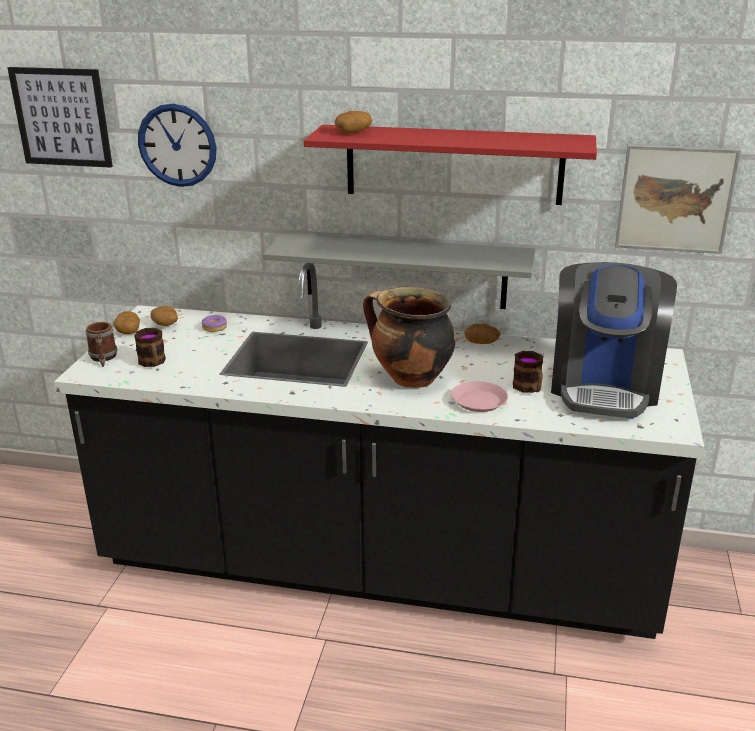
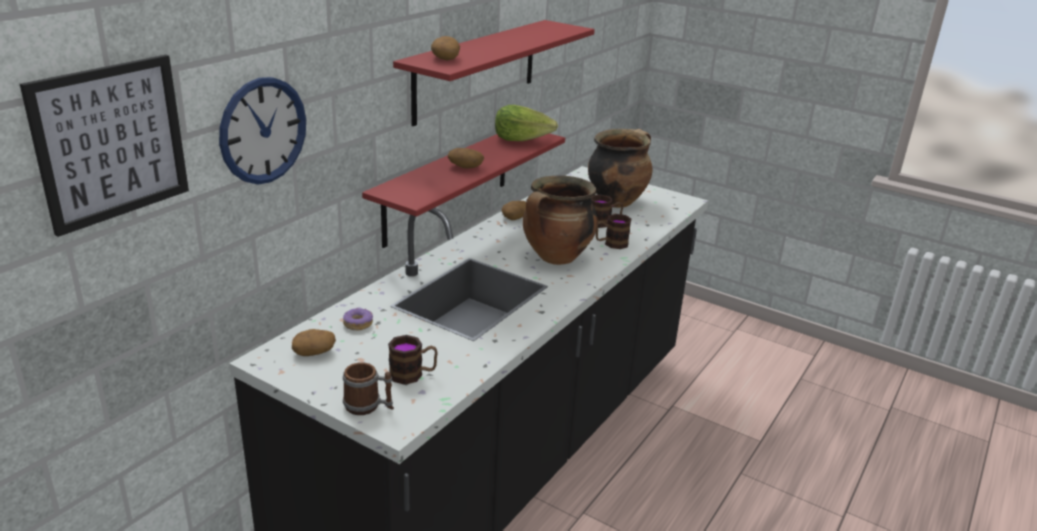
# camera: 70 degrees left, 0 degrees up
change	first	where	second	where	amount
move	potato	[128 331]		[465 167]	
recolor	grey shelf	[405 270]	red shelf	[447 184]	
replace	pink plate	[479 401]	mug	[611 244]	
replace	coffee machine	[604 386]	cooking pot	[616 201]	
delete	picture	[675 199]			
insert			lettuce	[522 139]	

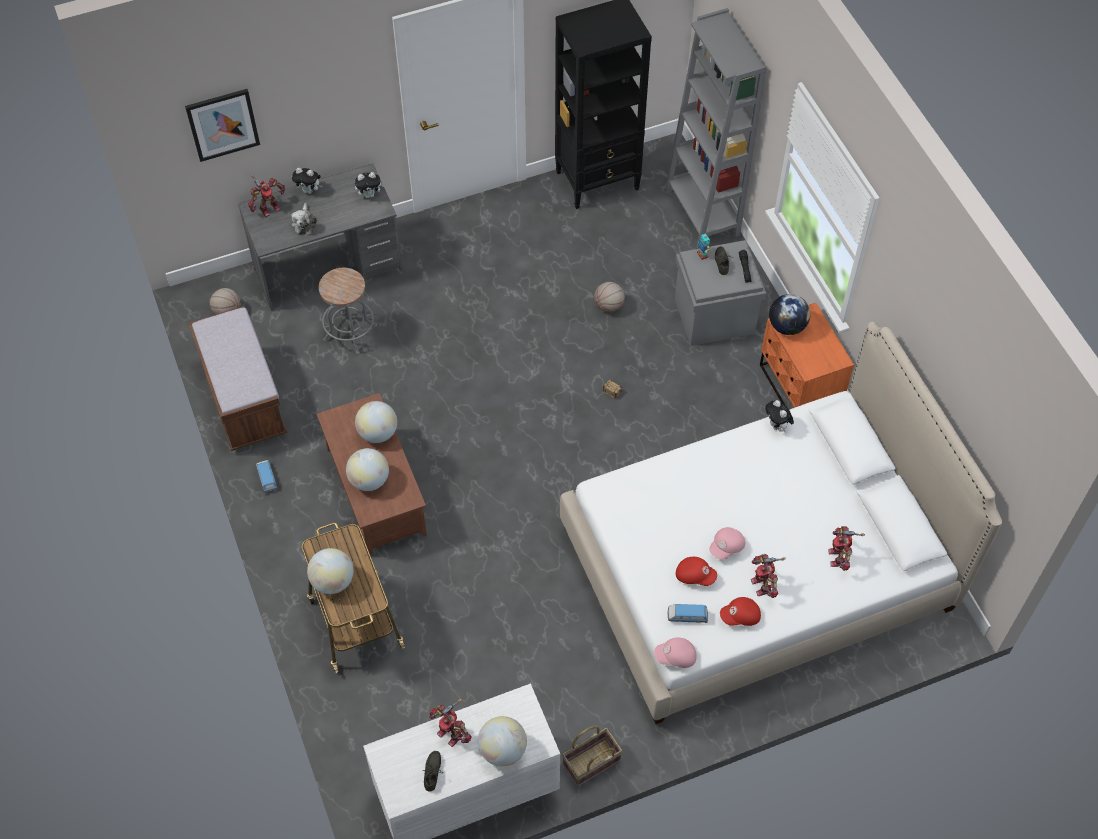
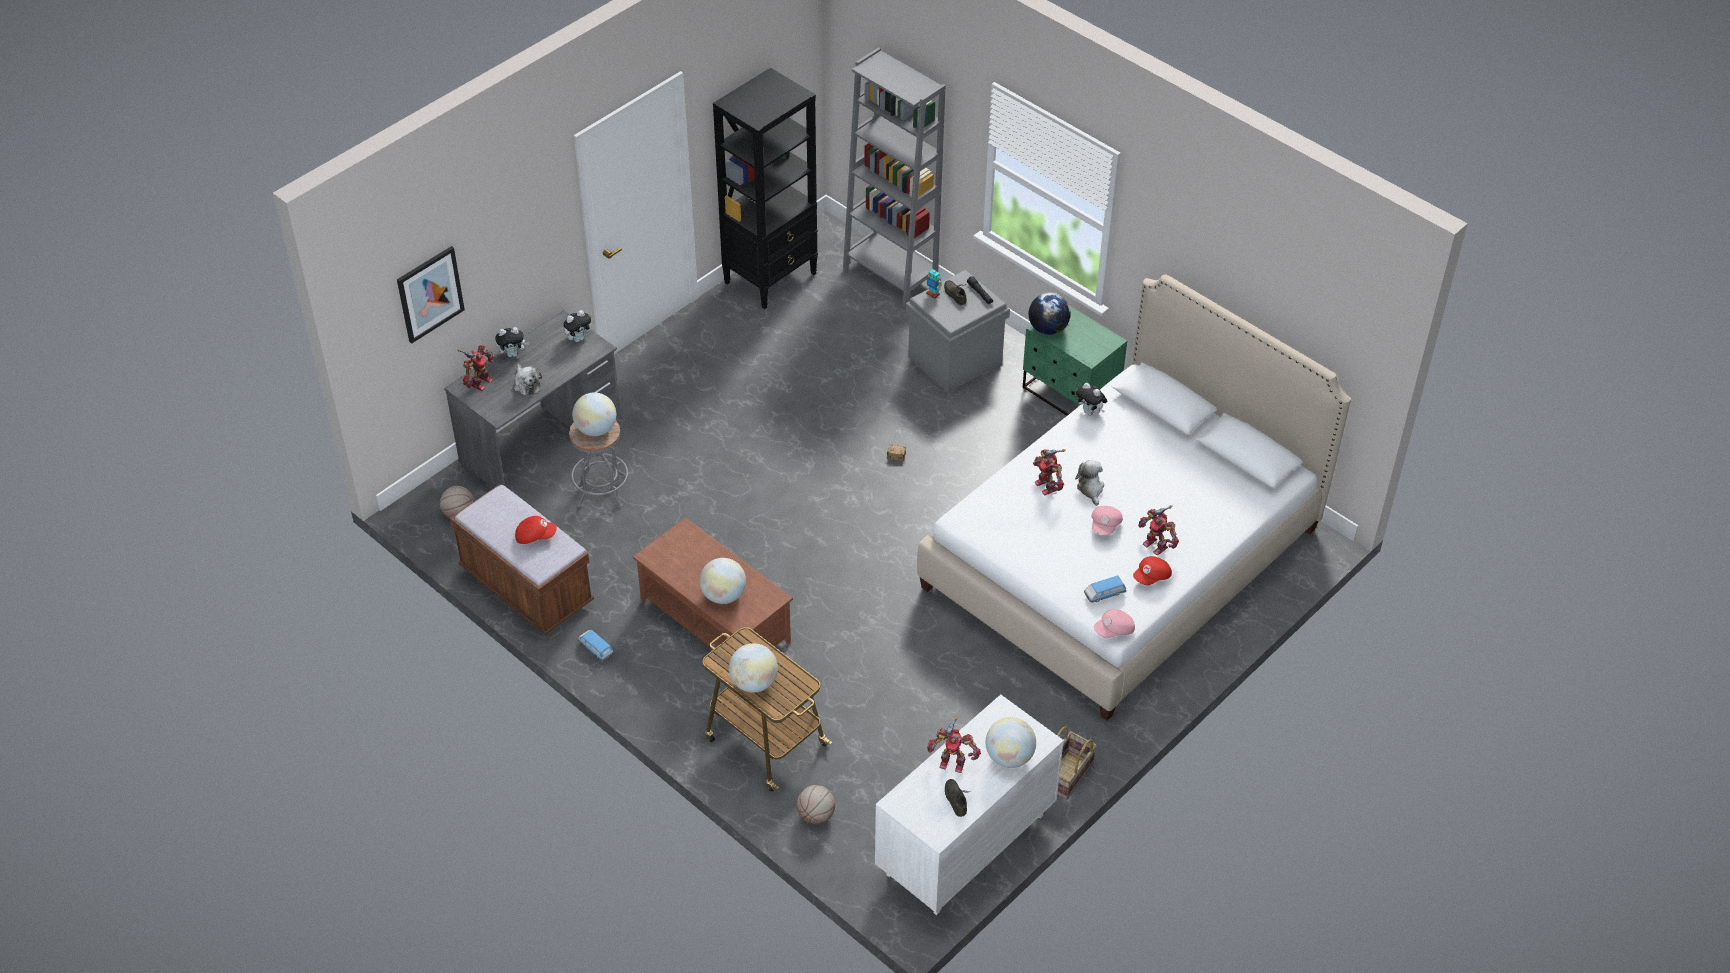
# camera: 25 degrees left, 10 degrees down
change	first	where	second	where	amount
move	globe	[378 433]		[596 429]	
move	basketball	[609 306]		[816 815]	
move	red cap	[695 575]		[535 536]	
recolor	orange nightstand	[798 388]	green nightstand	[1070 395]	
move	toy robot	[839 557]		[1047 485]	
insert			plush toy	[1090 489]	

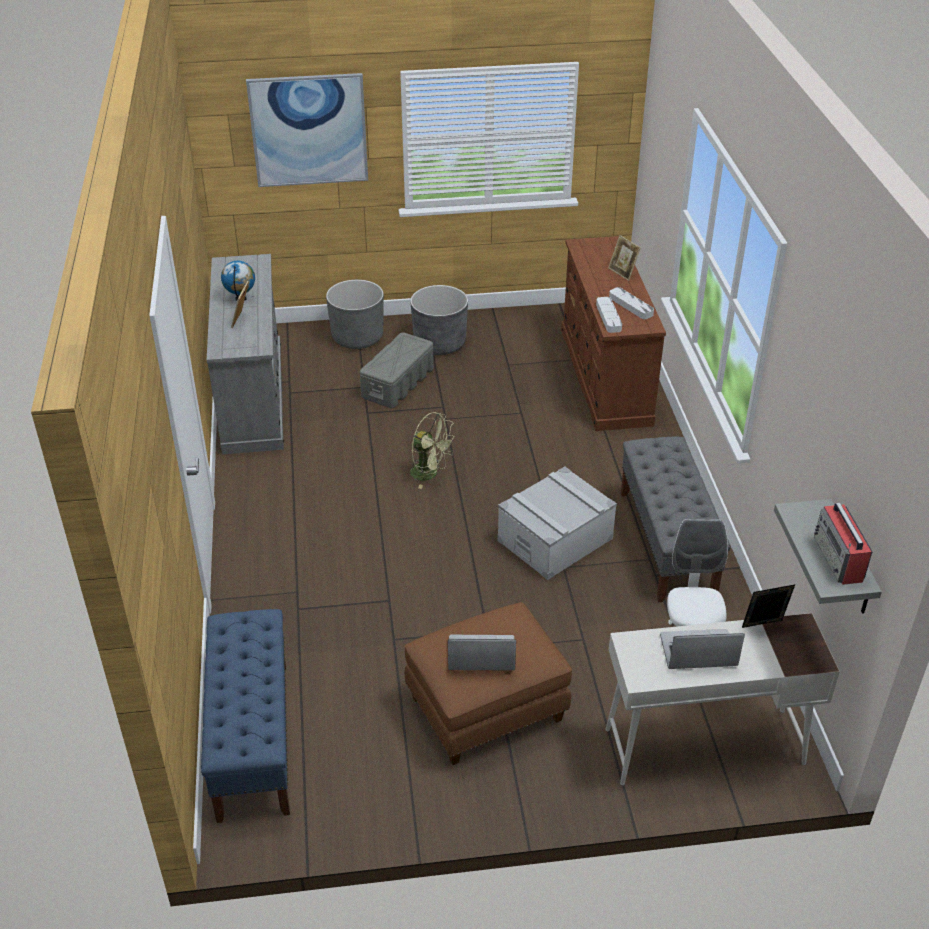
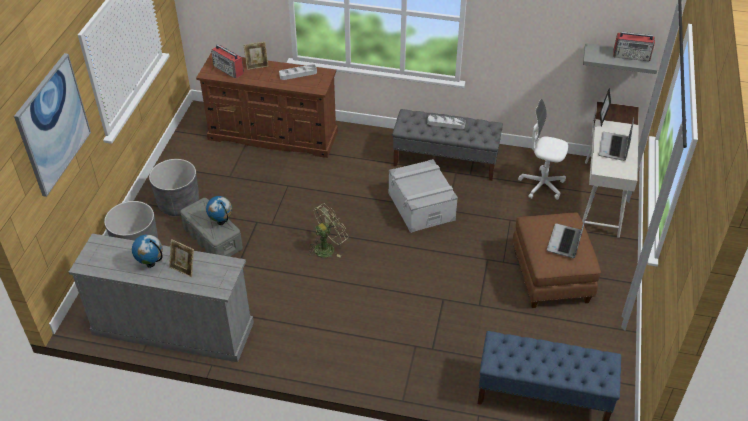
# camera: 70 degrees left, 5 degrees up
change	first	where	second	where	amount
move	grey tray	[608 317]		[446 124]	
insert			globe	[221 222]	
insert			radio	[229 70]	

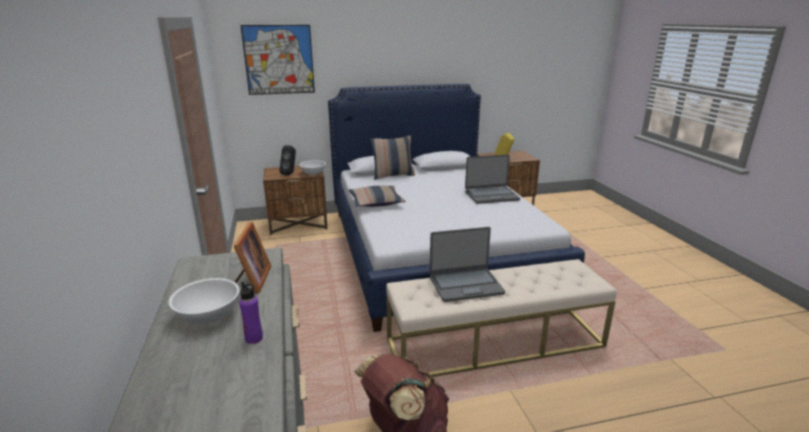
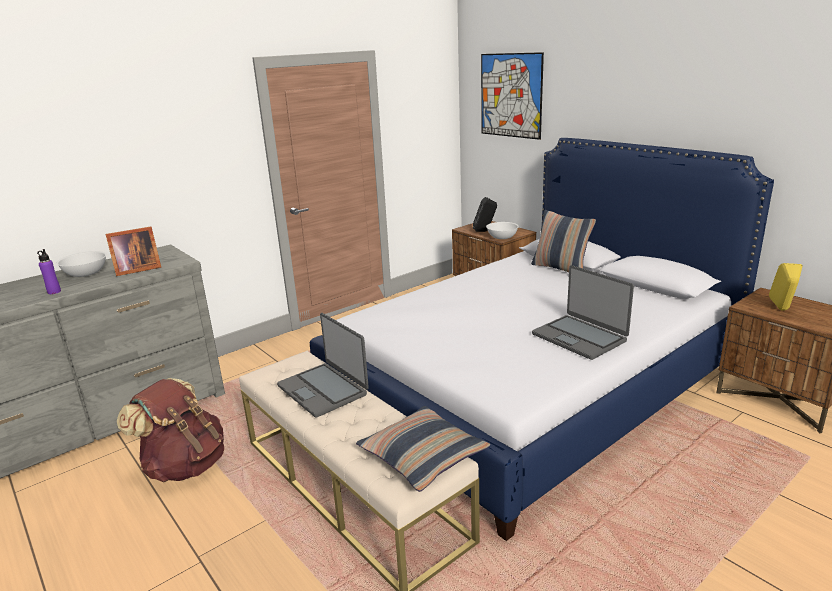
# camera: 65 degrees right, 0 degrees up
change	first	where	second	where	amount
move	pillow	[376 202]		[423 456]	

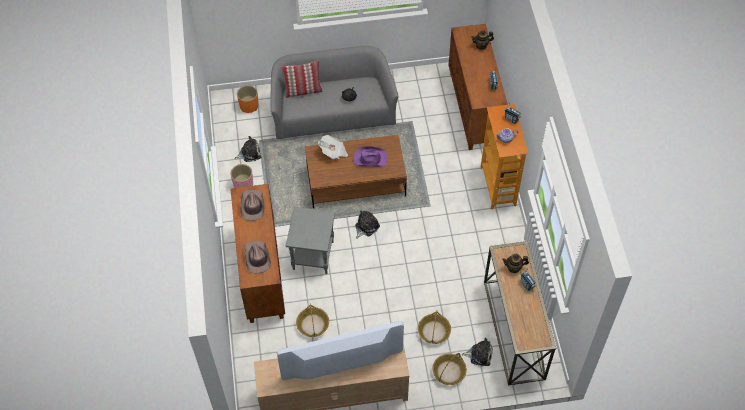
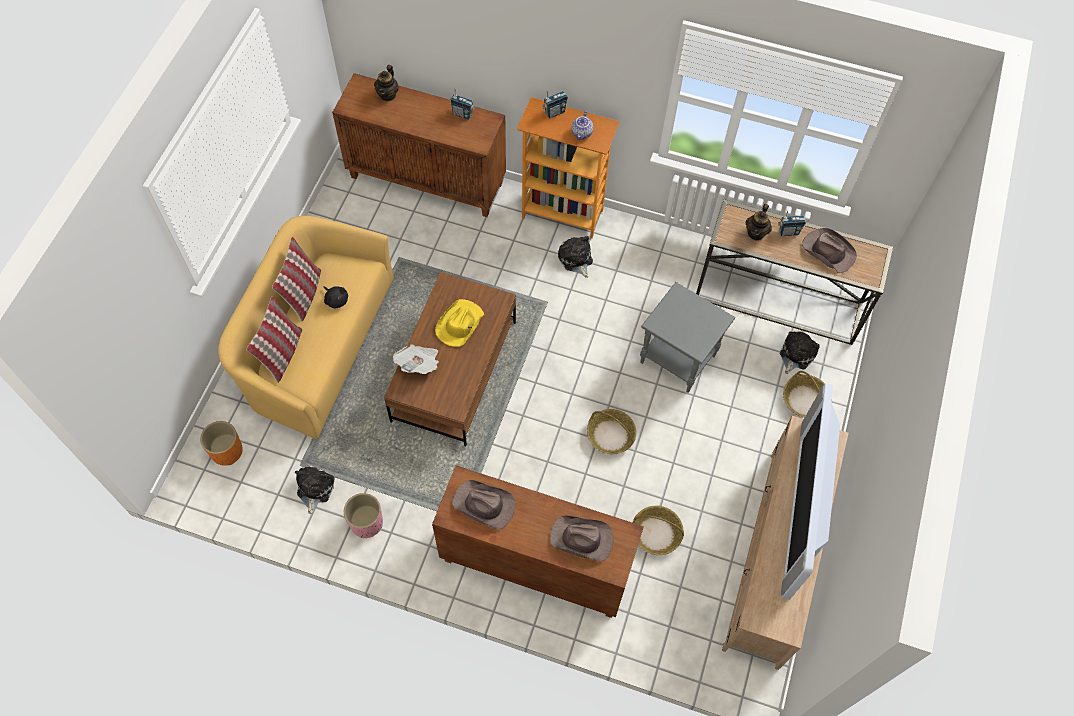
# camera: 65 degrees left, 5 degrees up
change	first	where	second	where	amount
recolor	grey sofa	[333 111]	yellow sofa	[316 345]	
move	grey side table	[314 256]		[679 359]	
recolor	purple hat	[370 158]	yellow hat	[459 324]	
move	plush toy	[366 227]		[575 259]	
move	basket	[434 332]		[611 435]	
insert			pillow	[304 294]	
insert			brown hat	[828 251]	

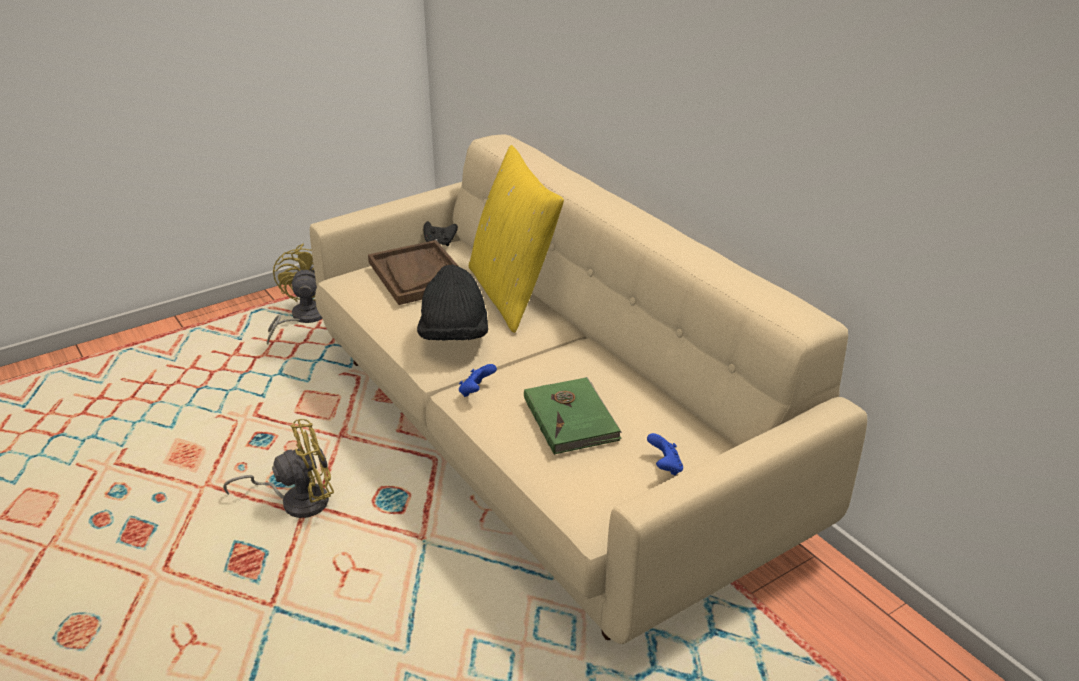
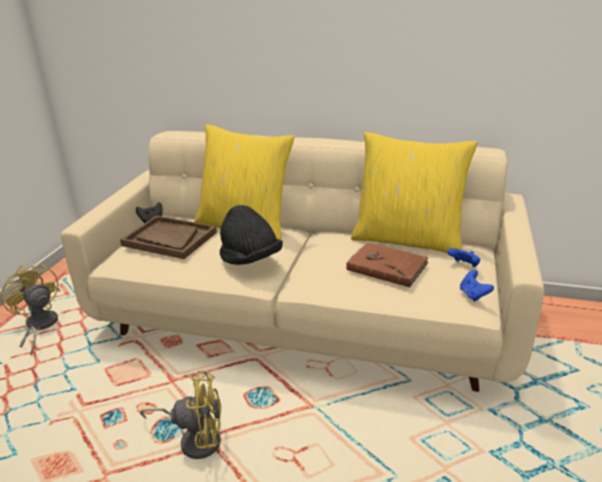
# camera: 40 degrees left, 5 degrees down
change	first	where	second	where	amount
rotate	yellow fan	[297 501]		[195 439]	60 degrees clockwise
move	blue game controller	[476 391]		[473 295]	
recolor	green book	[572 418]	brown book	[386 266]	
insert			yellow pillow	[408 239]	

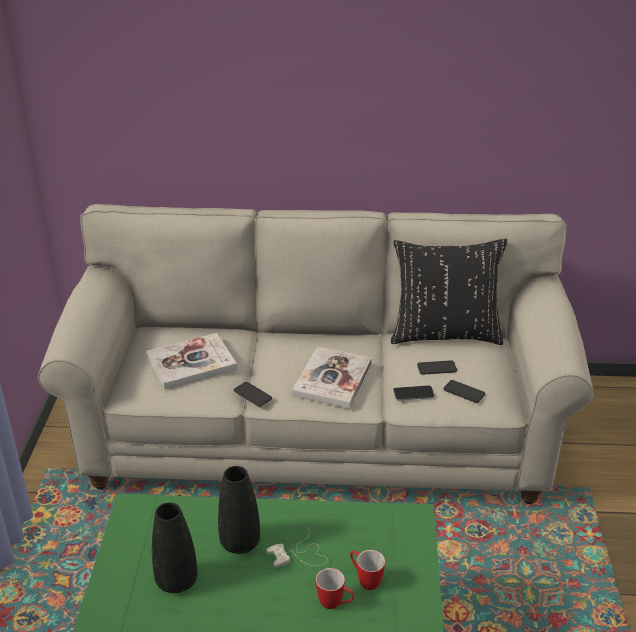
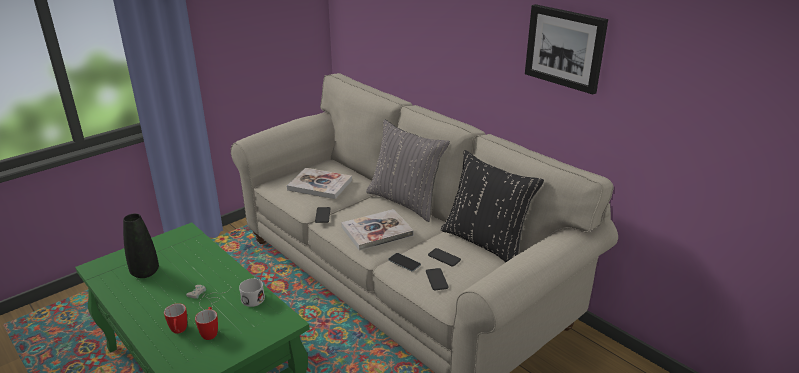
# camera: 45 degrees right, 5 degrees down
change	first	where	second	where	amount
delete	black vase	[240 543]			
insert			white mug	[253 297]	
insert			grey pillow	[405 202]	
insert			picture	[565 48]	

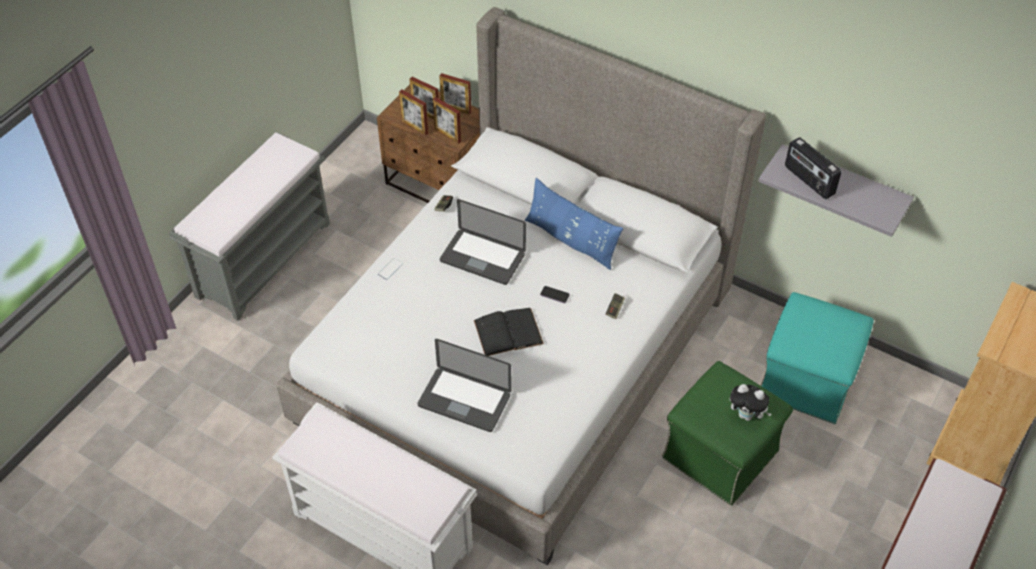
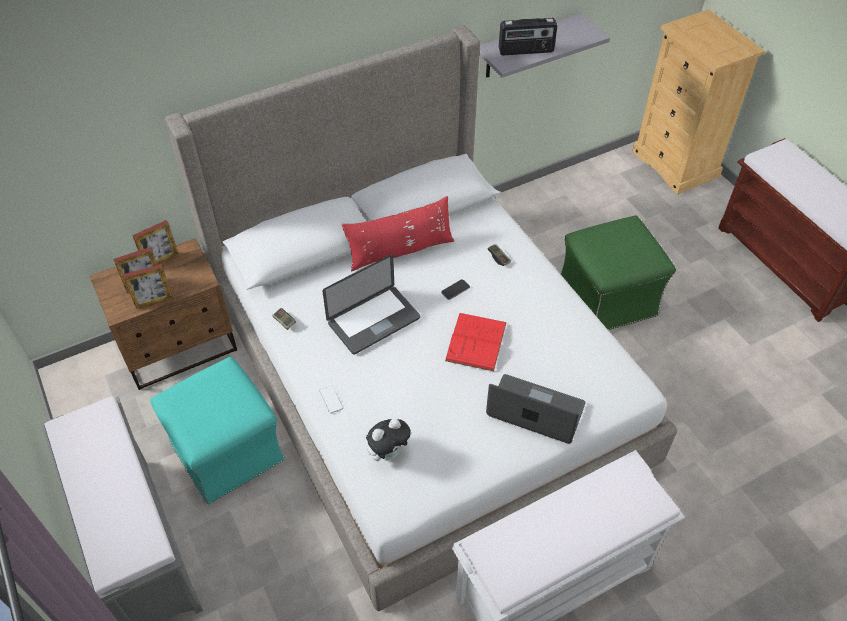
# camera: 60 degrees left, 0 degrees up
change	first	where	second	where	amount
rotate	laptop	[464 400]		[535 410]	120 degrees counterclockwise
delete	picture frame	[448 135]			
recolor	black book	[508 332]	red book	[476 341]	
recolor	blue pillow	[571 240]	red pillow	[400 251]	
move	plush toy	[747 415]		[388 453]	
move	turquoise ottoman	[807 381]		[228 452]	

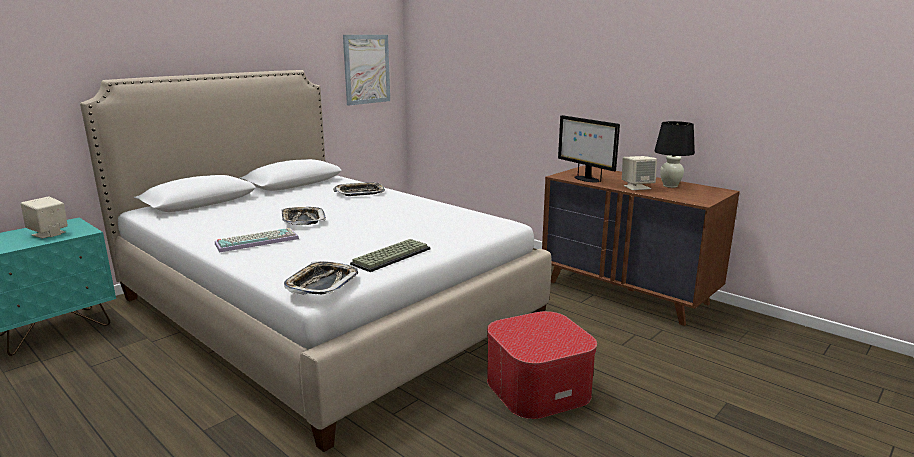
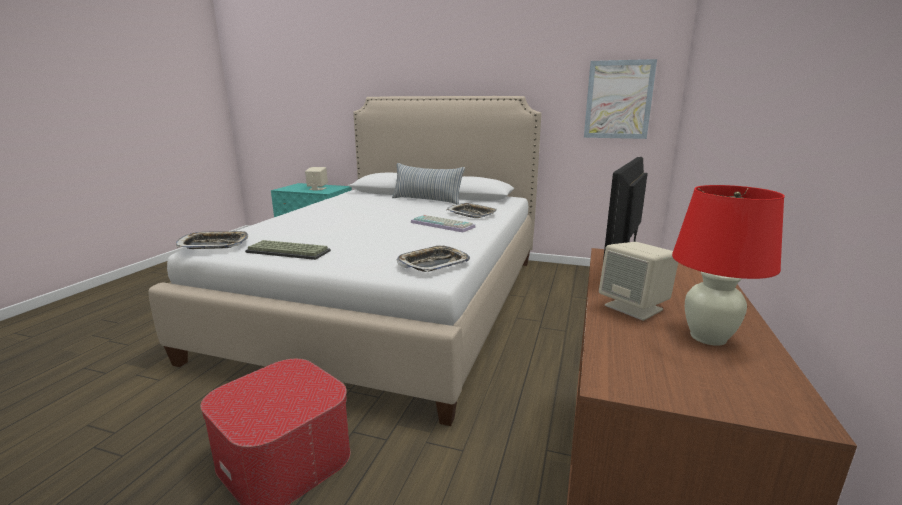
# camera: 65 degrees right, 0 degrees up
change	first	where	second	where	amount
move	keyboard	[258 240]		[443 224]	
move	tray	[303 220]		[433 264]	
recolor	black table lamp	[670 186]	red table lamp	[707 337]	
insert			pillow	[427 200]	

